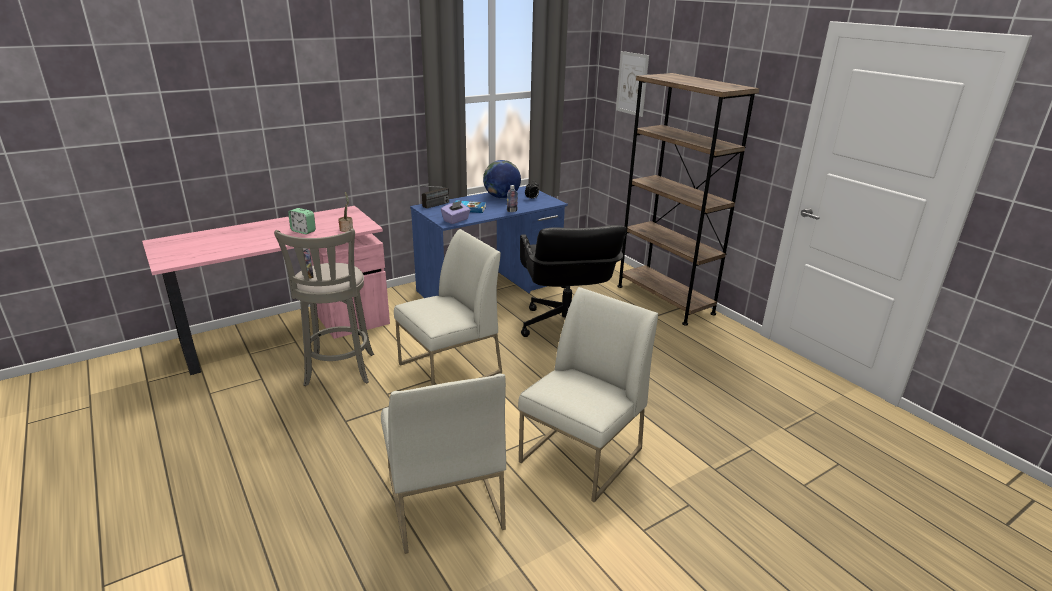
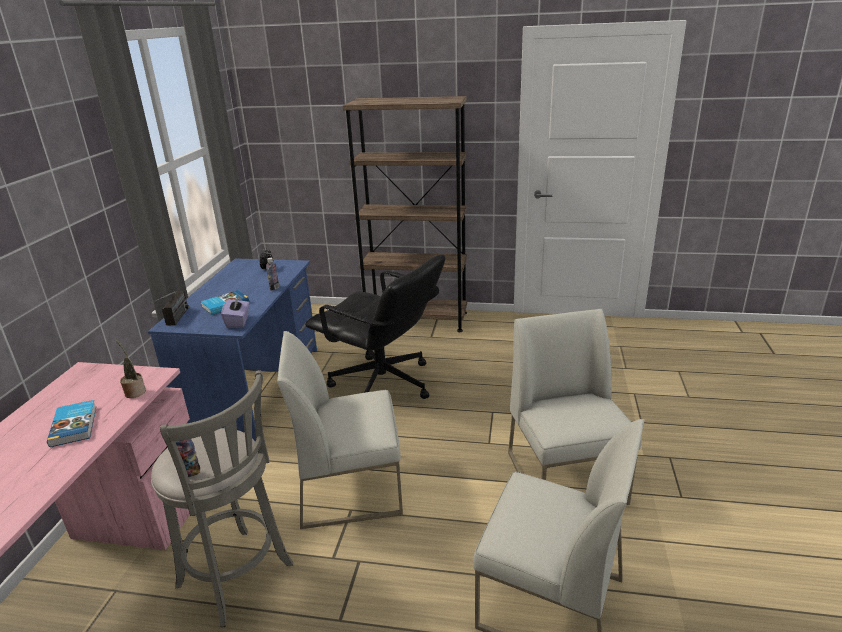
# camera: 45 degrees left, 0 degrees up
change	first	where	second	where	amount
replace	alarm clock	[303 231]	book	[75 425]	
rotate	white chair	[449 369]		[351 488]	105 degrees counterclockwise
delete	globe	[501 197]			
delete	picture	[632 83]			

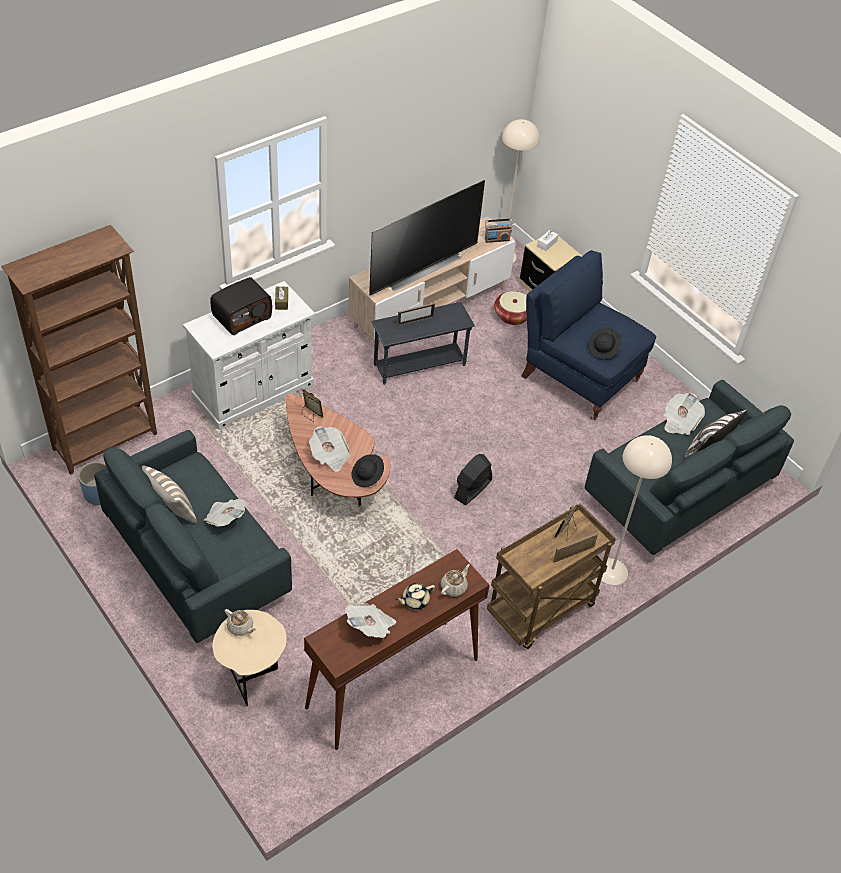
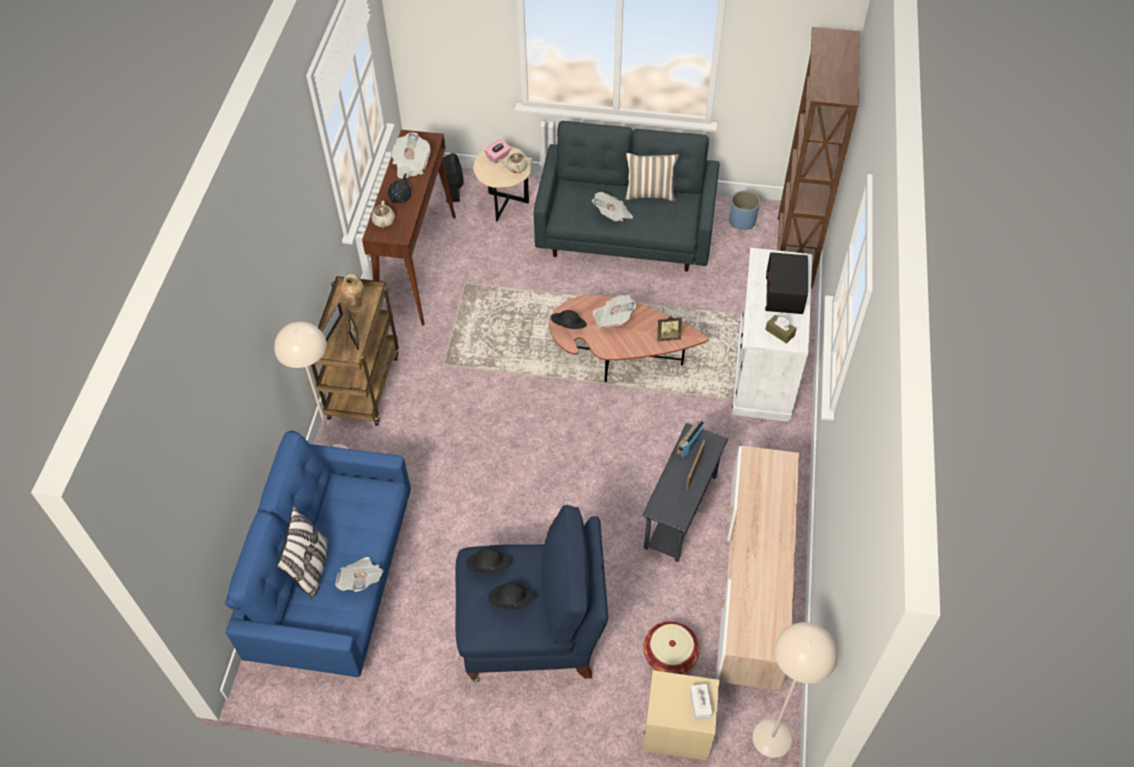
# camera: 140 degrees right, 5 degrees up
change	first	where	second	where	amount
delete	television	[420 268]			
recolor	beige teapot	[414 601]	black teapot	[400 196]	
move	black fan	[472 489]		[452 188]	
move	radio	[497 239]		[689 445]	
recolor	grey sofa	[677 493]	blue sofa	[334 579]	
insert			vase	[356 306]	
insert			pink tissue box	[498 157]	
insert			black hat	[511 601]	

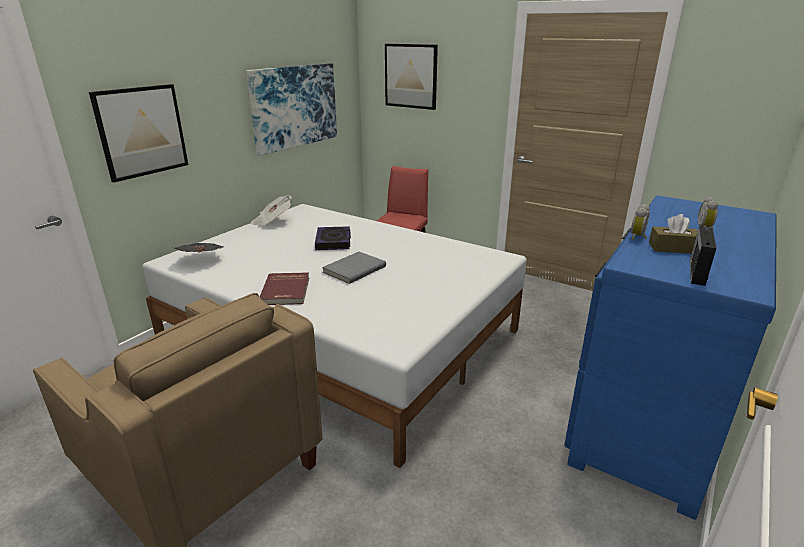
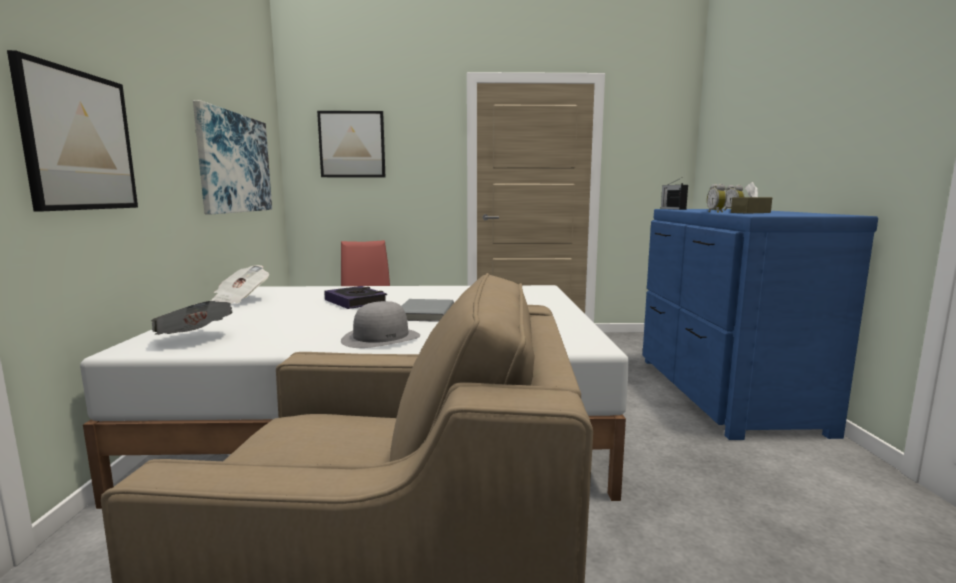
# camera: 35 degrees left, 15 degrees down
change	first	where	second	where	amount
replace	red book	[286 291]	grey hat	[381 338]	
move	radio	[697 272]		[672 209]	

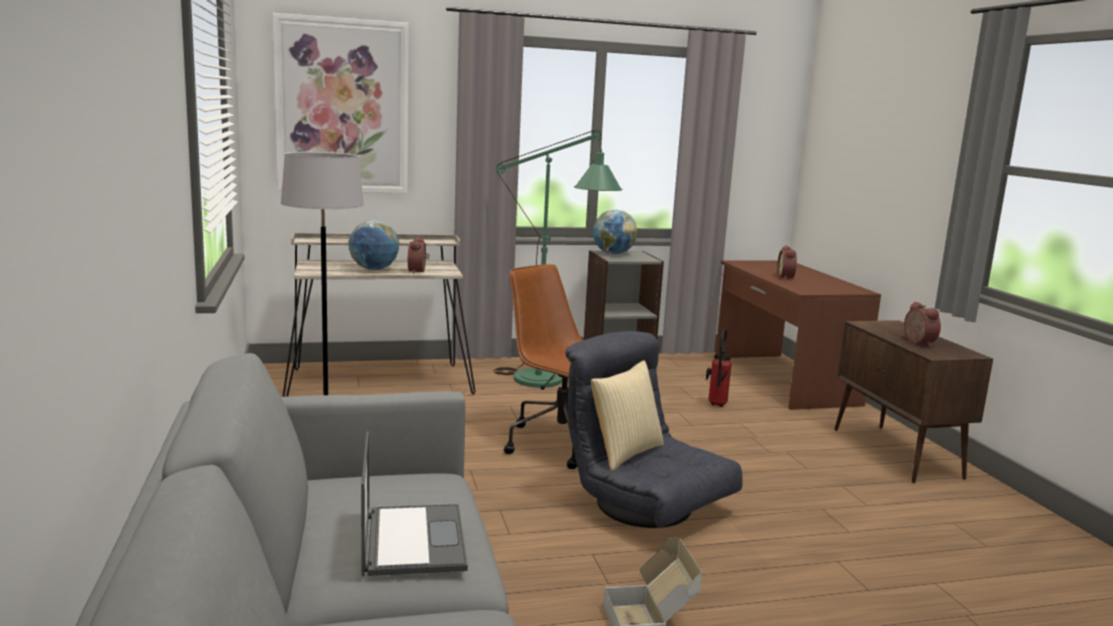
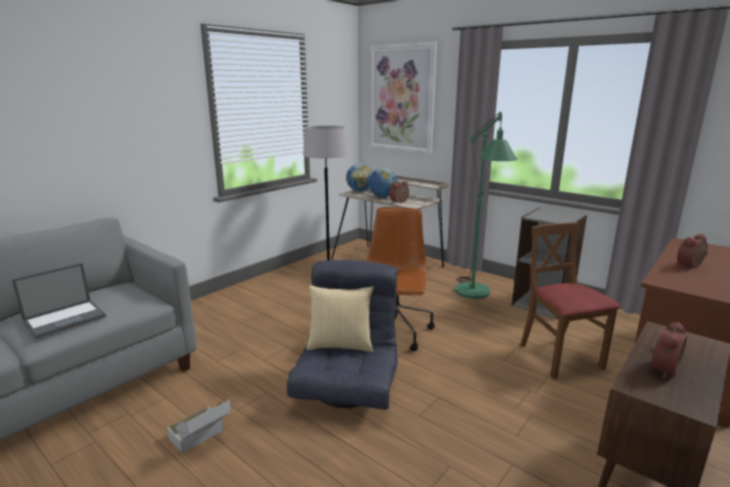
# camera: 55 degrees right, 5 degrees up
change	first	where	second	where	amount
move	globe	[613 254]		[360 191]	
replace	fire extinguisher	[715 405]	brown chair	[559 356]	

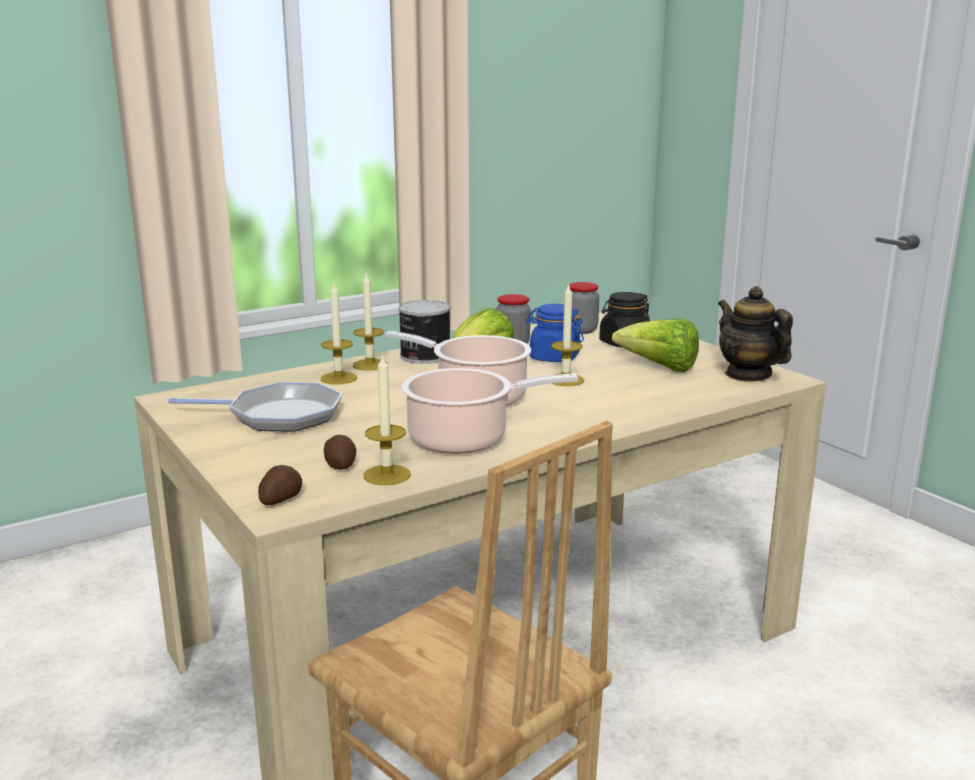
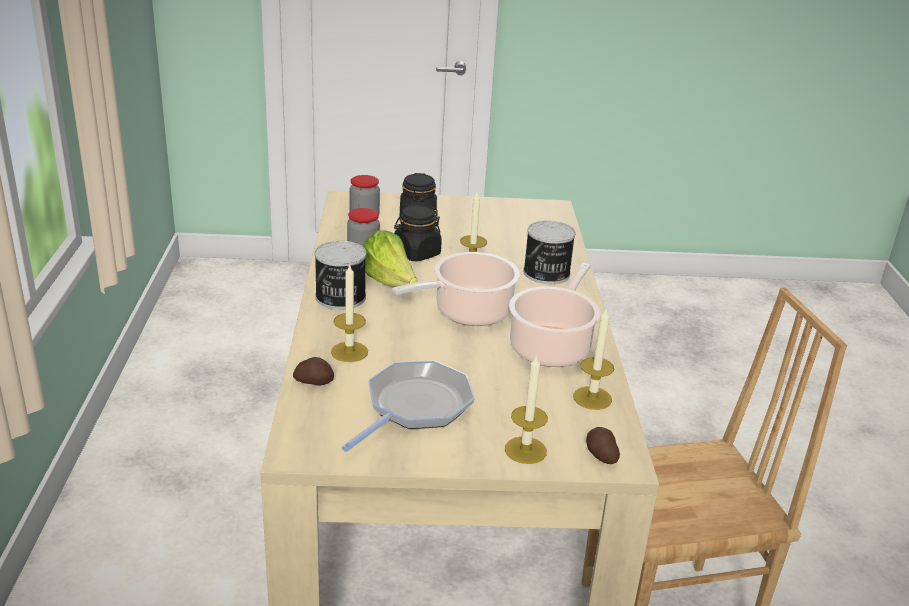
# camera: 60 degrees left, 10 degrees up
change	first	where	second	where	amount
move	potato	[340 464]		[314 381]	
move	candle	[370 365]		[525 450]	
recolor	blue jar	[554 358]	black jar	[416 253]	
delete	lettuce	[660 368]			
delete	teapot	[748 375]			
insert			can	[546 273]	

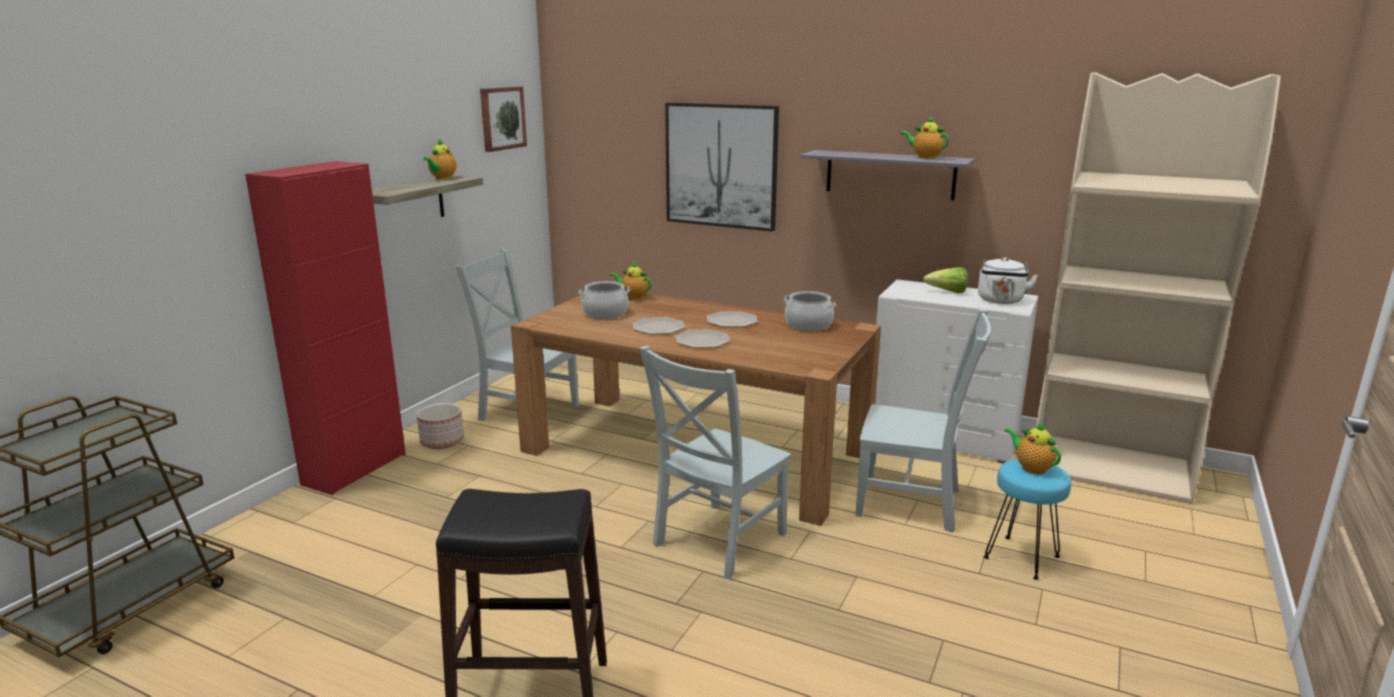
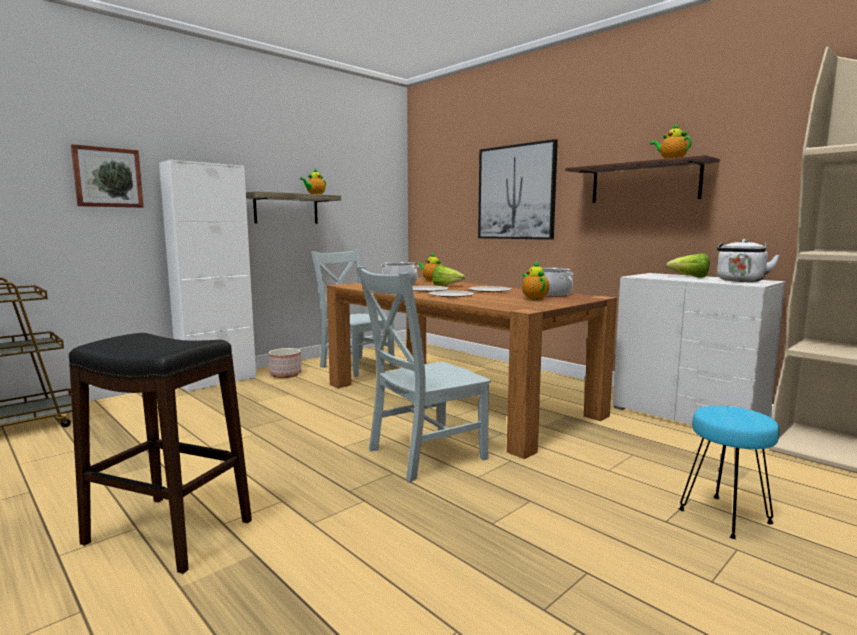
# camera: 20 degrees right, 10 degrees down
change	first	where	second	where	amount
recolor	red cabinet	[355 469]	white cabinet	[217 381]	
move	picture	[502 118]		[108 177]	
recolor	grey shelf	[890 174]	brown shelf	[644 183]	
delete	grey chair	[913 504]			
move	teapot	[1031 468]		[534 298]	
insert			lettuce	[446 286]	

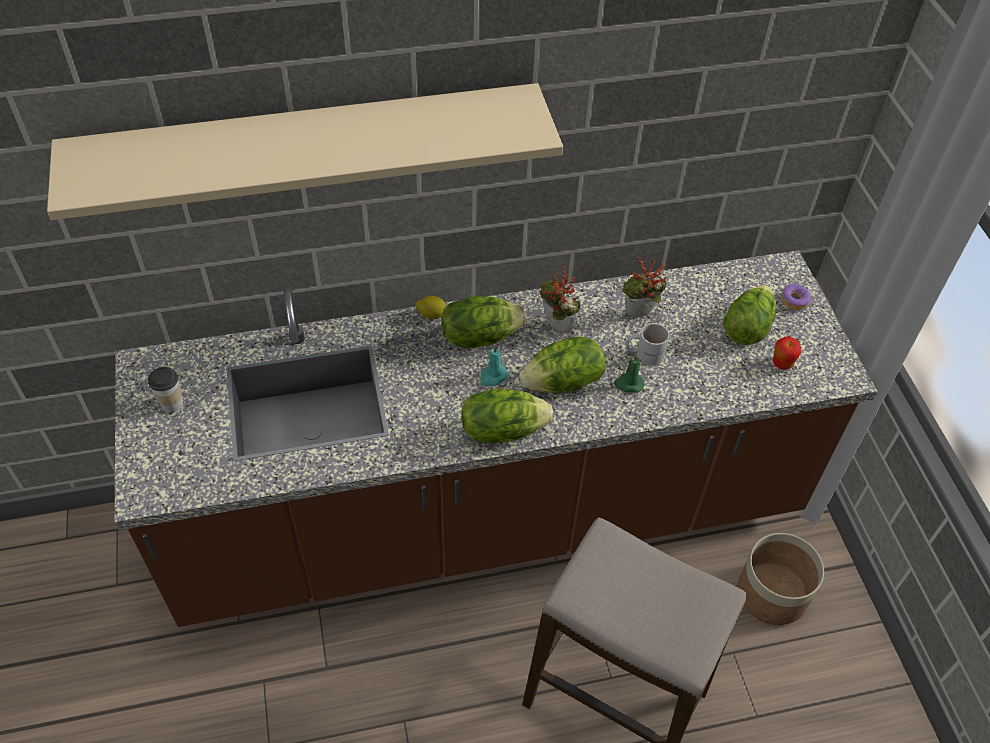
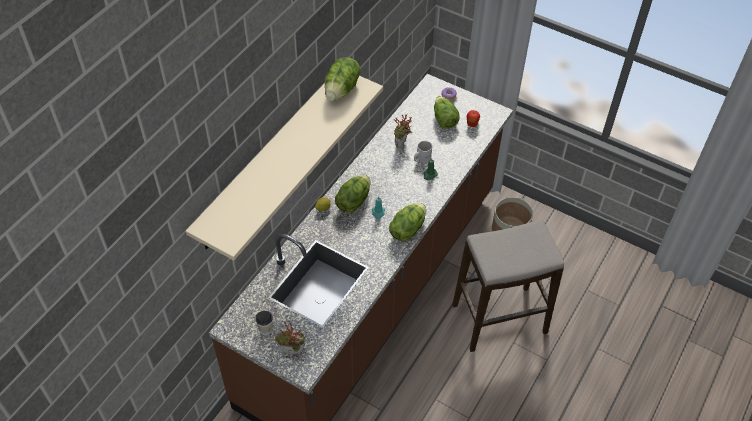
# camera: 45 degrees left, 0 degrees up
change	first	where	second	where	amount
move	lettuce	[563 383]		[342 90]	
move	potted plant	[555 327]		[292 353]	

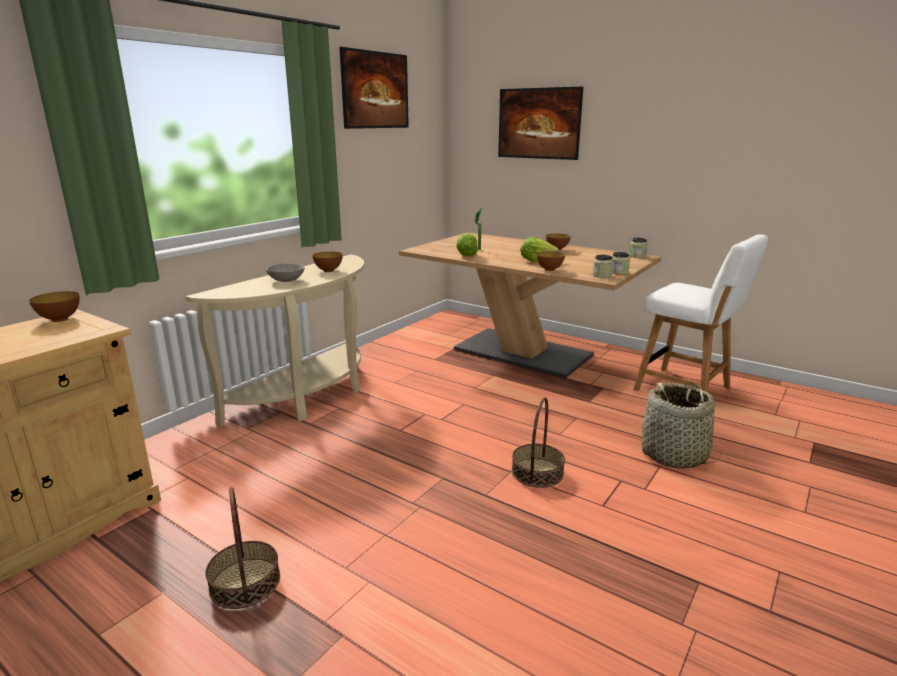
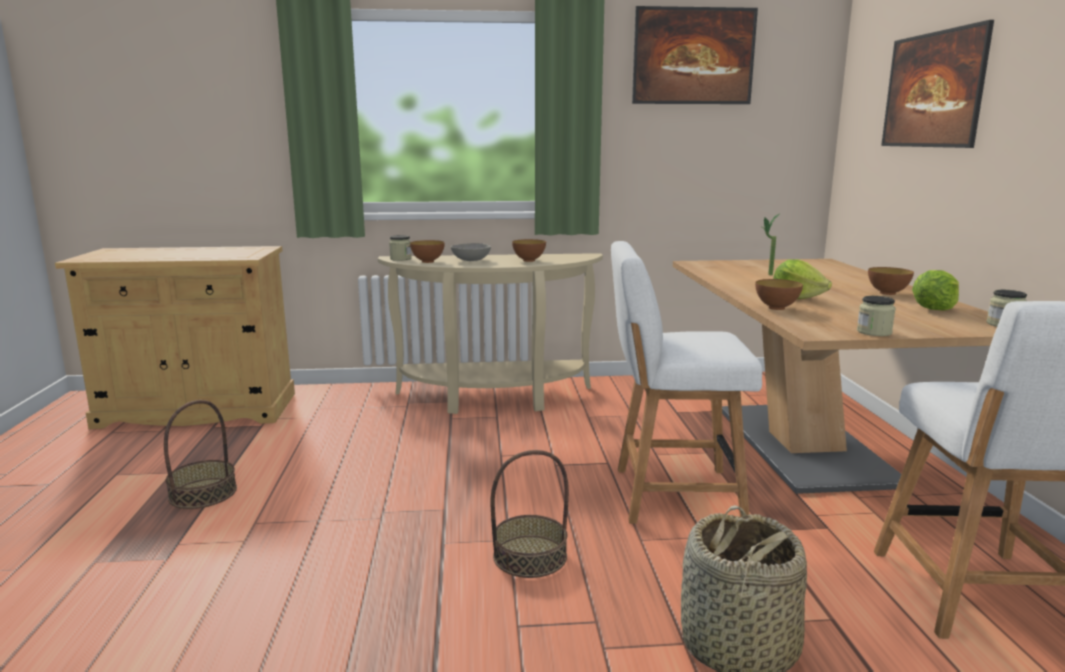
# camera: 50 degrees right, 5 degrees down
change	first	where	second	where	amount
move	bowl	[60 319]		[428 261]	
move	lettuce	[466 255]		[934 309]	
move	jar	[602 275]		[400 259]	
insert			white chair	[670 495]	

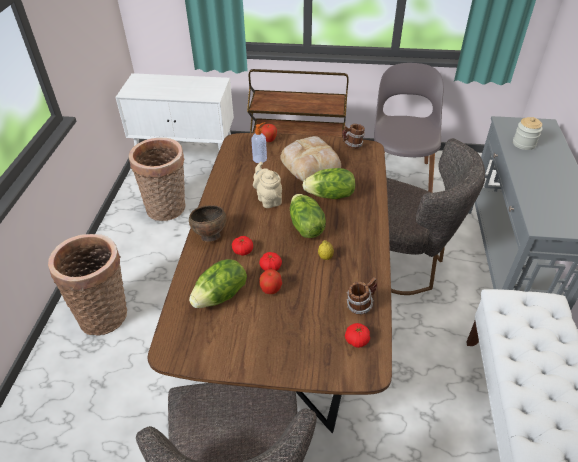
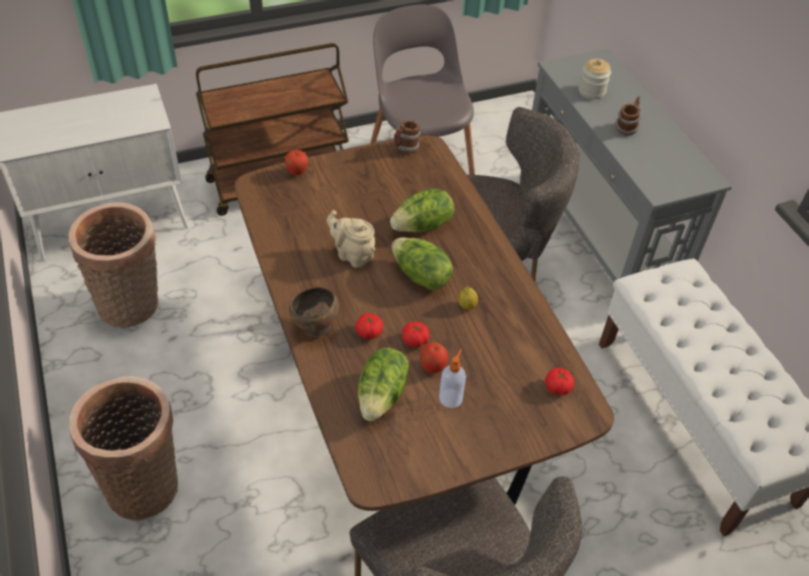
# camera: 30 degrees left, 5 degrees up
change	first	where	second	where	amount
move	soap dispenser	[260 159]		[451 397]	
delete	bread	[310 162]			
move	mug	[360 305]		[626 128]	

